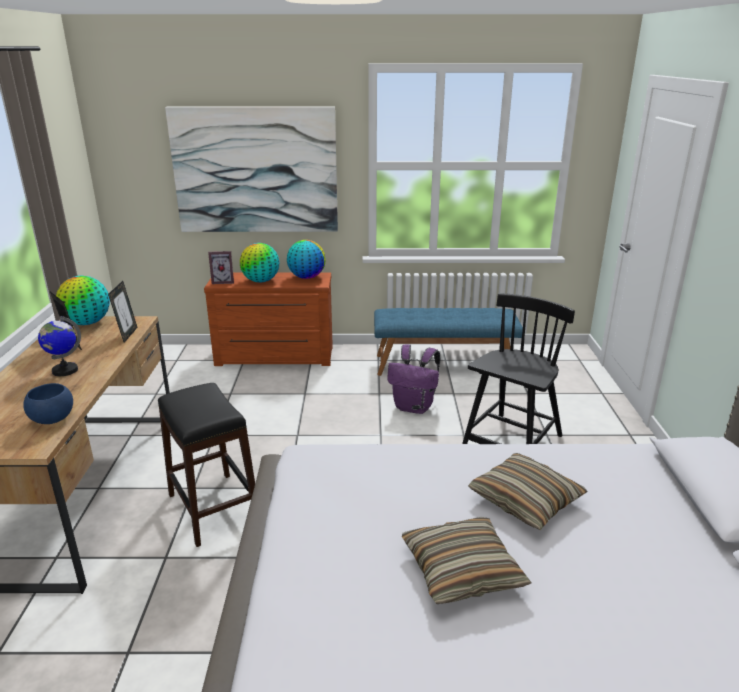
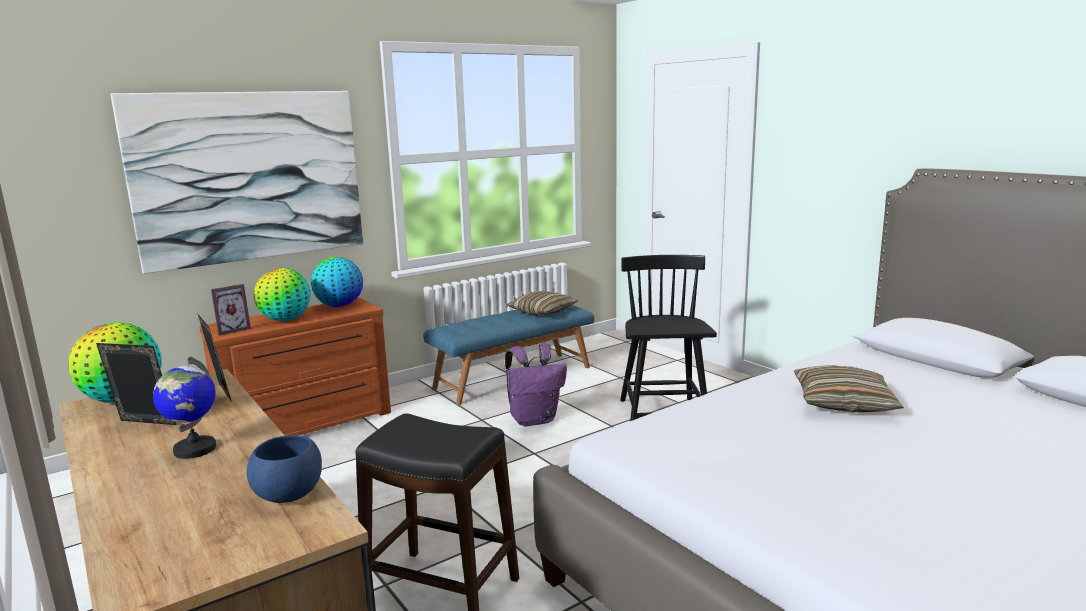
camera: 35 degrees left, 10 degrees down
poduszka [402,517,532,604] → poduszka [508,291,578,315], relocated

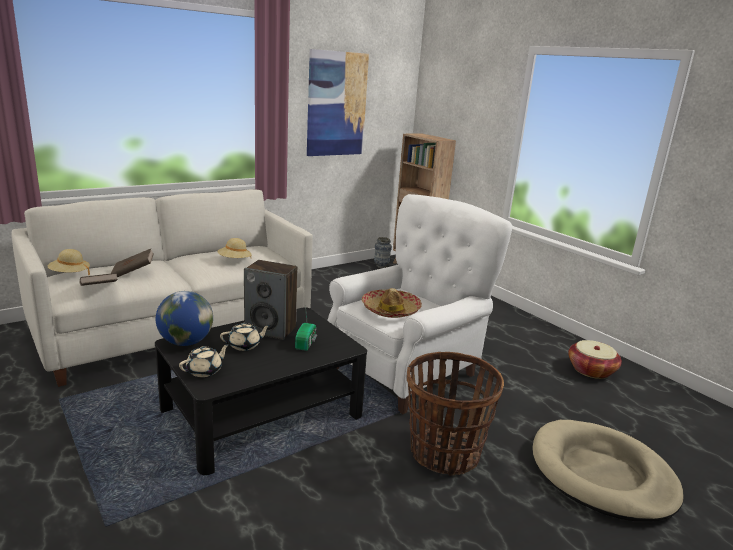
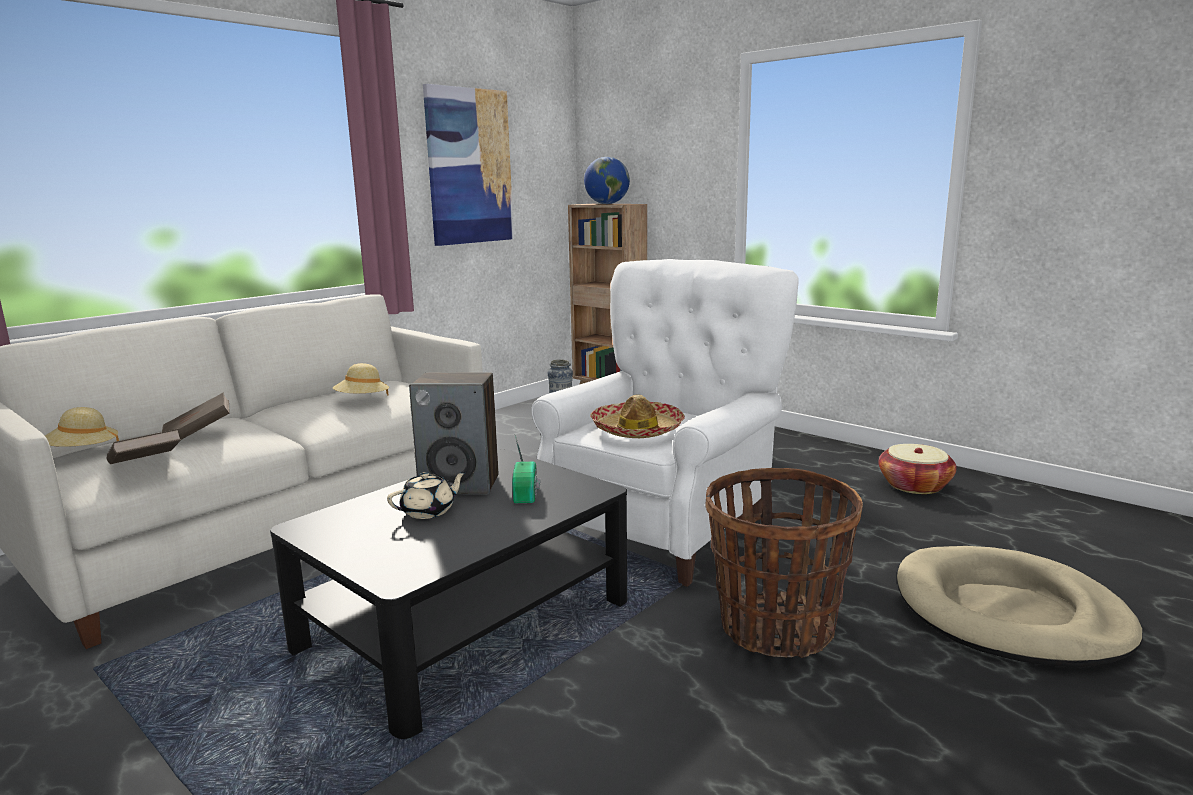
camera: 10 degrees left, 5 degrees down
globus [156,291,213,346] → globus [584,157,630,204], relocated
imbryk/beżowy [179,344,229,377] → -

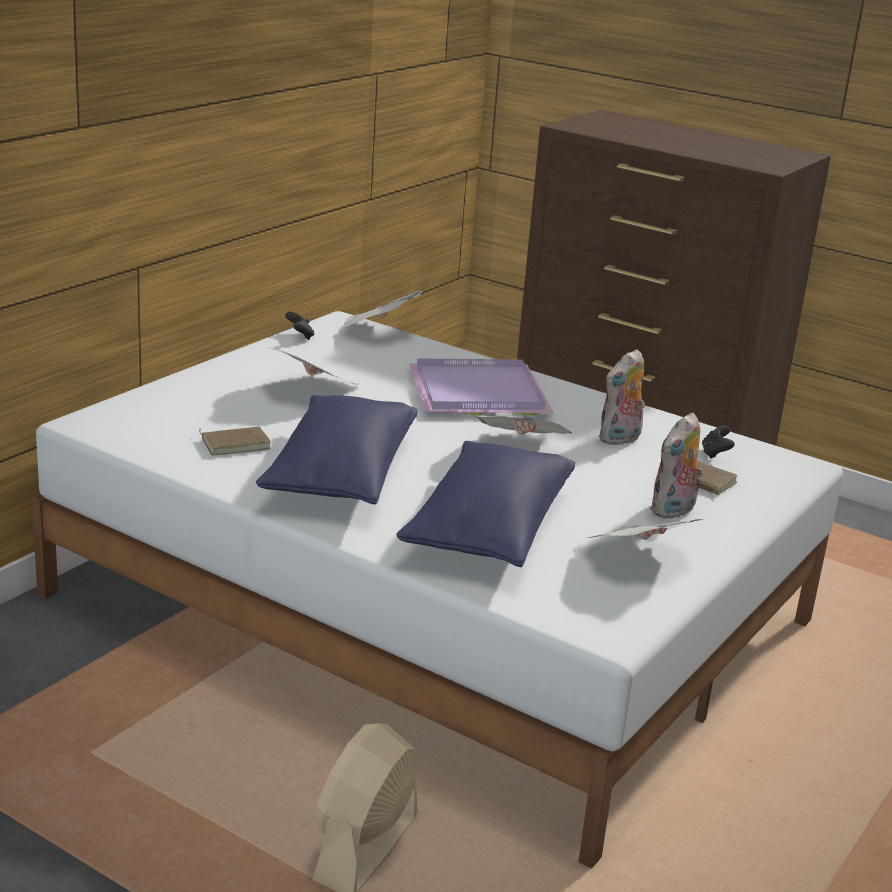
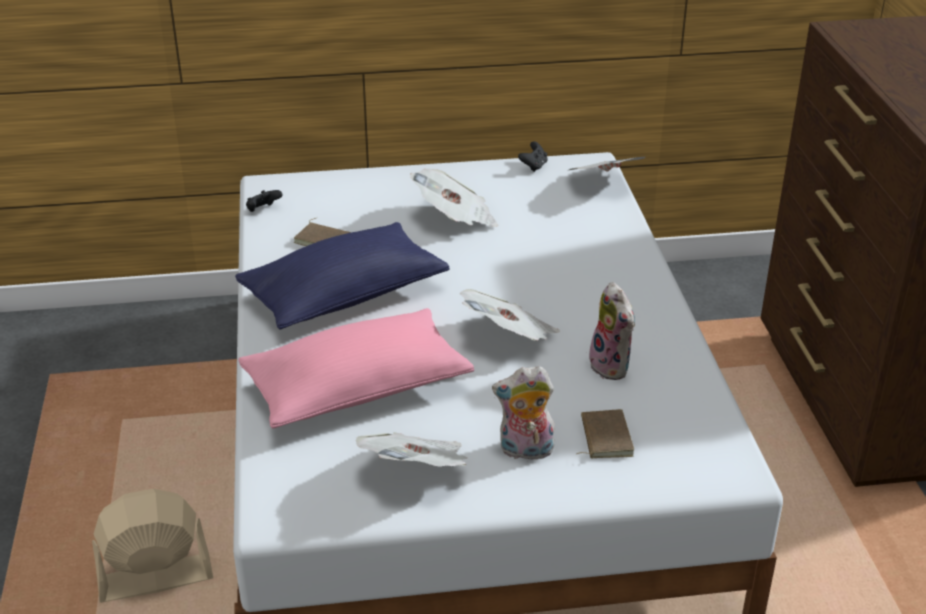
camera: 50 degrees right, 10 degrees up
poduszka/niebieski [396,441,575,567] → poduszka/różowy [238,308,474,429]
taca/fioletowy [409,358,554,415] → -
pluszak [599,349,645,446] → pluszak [589,282,635,380], 120 degrees counterclockwise
pad do gier/czarny [702,425,735,459] → pad do gier/czarny [246,190,282,212], relocated

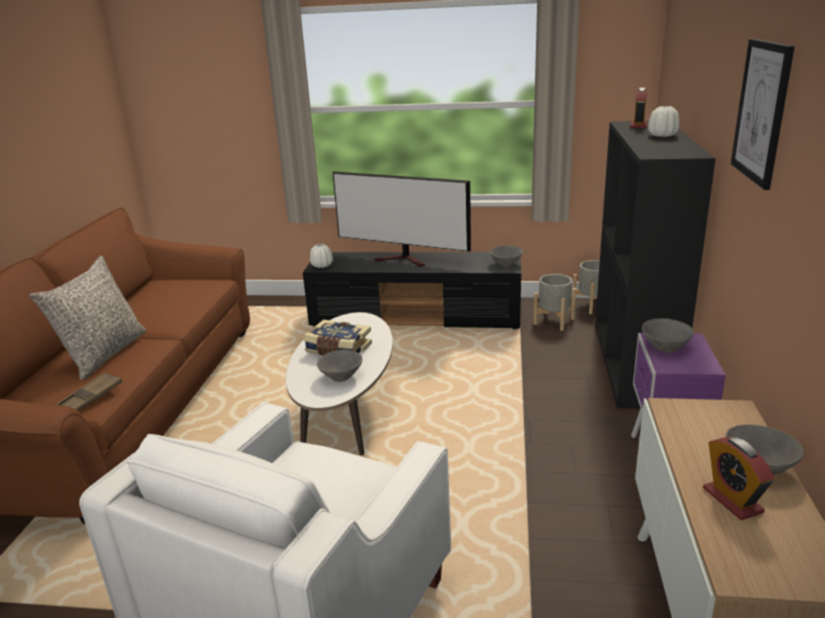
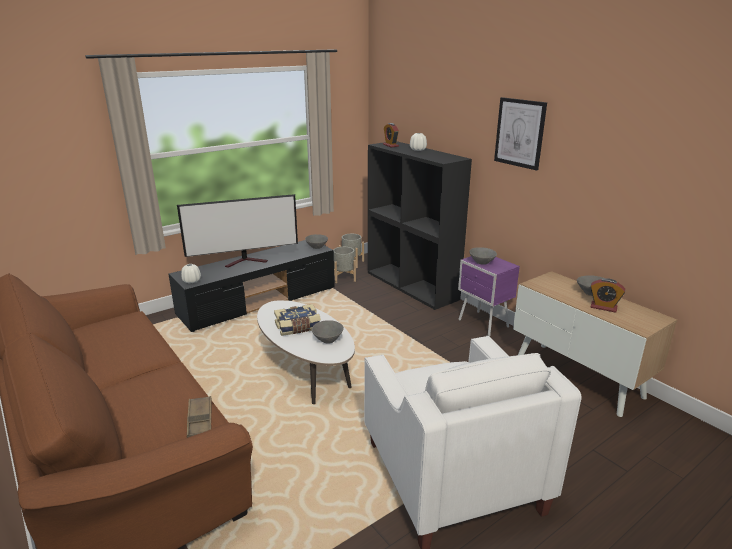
camera: 45 degrees left, 0 degrees up
poduszka/szary [29,256,146,380] → -

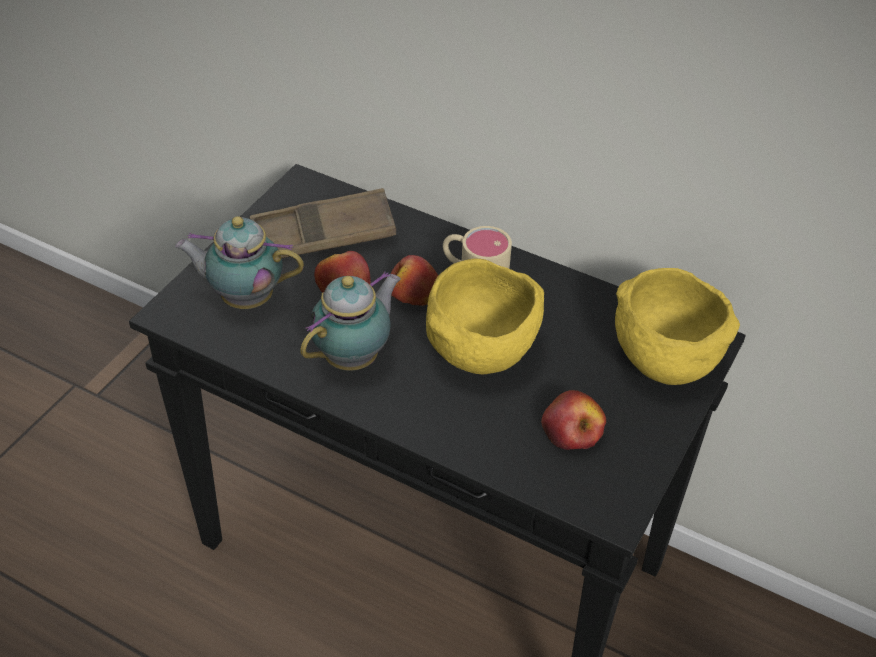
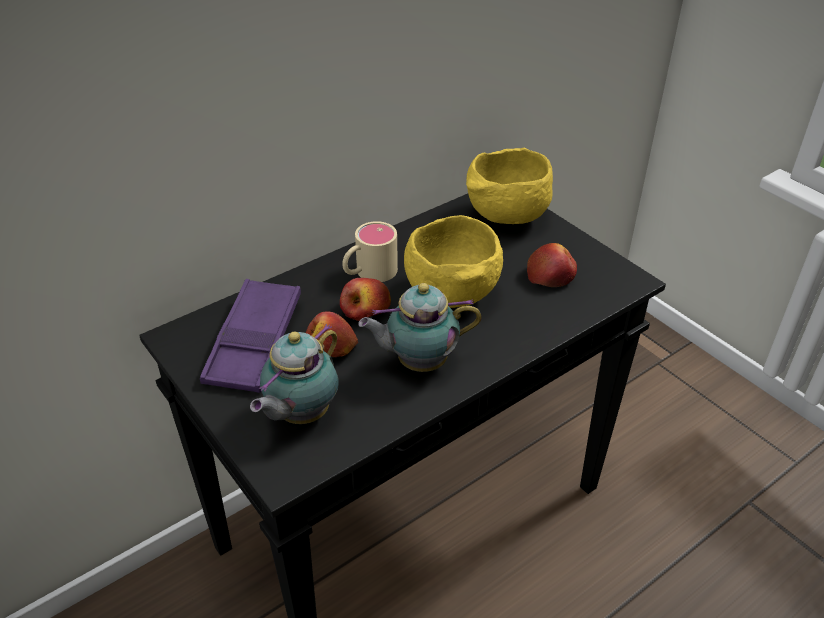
camera: 65 degrees left, 5 degrees down
taca/brązowy [249,188,396,258] → taca/fioletowy [200,279,301,393]
imbryk [300,272,401,371] → imbryk [358,283,482,372], 75 degrees counterclockwise

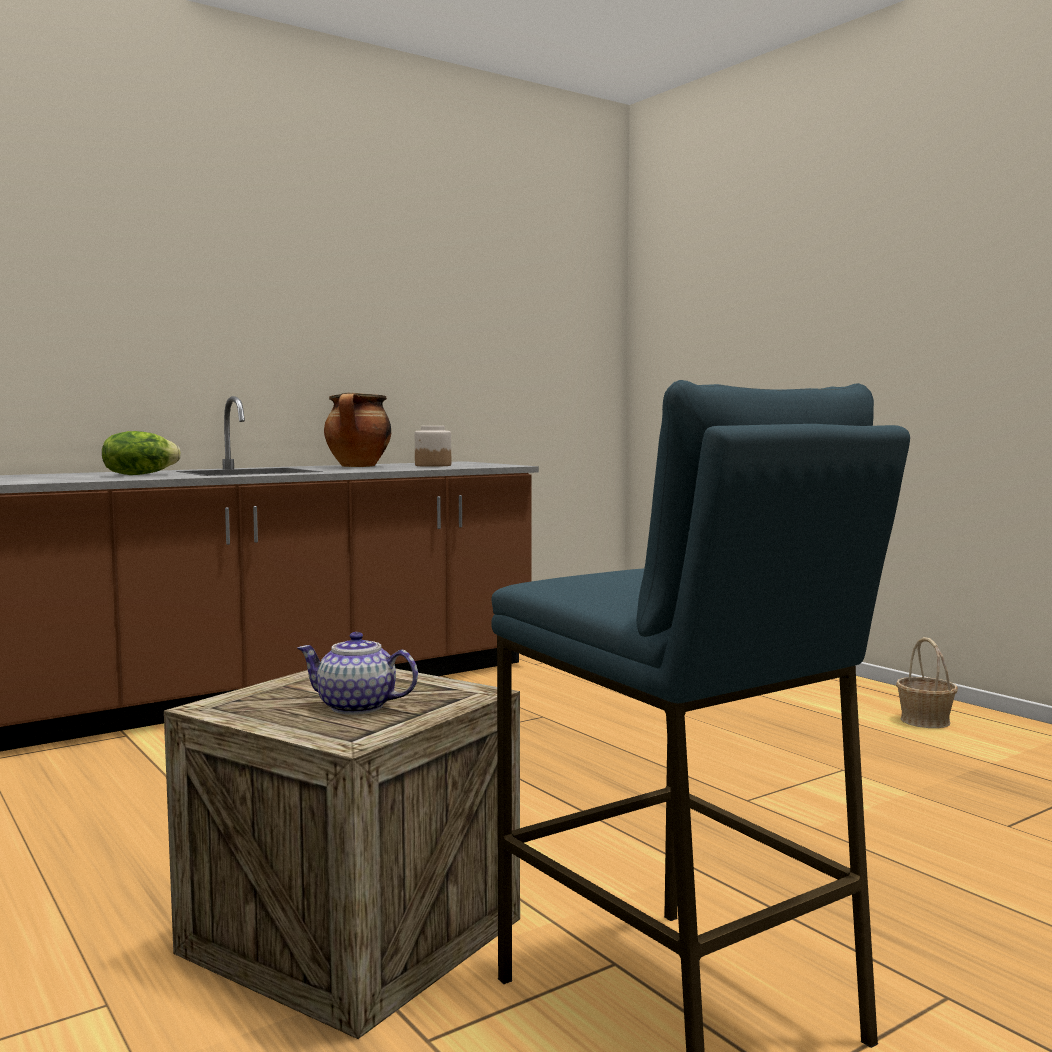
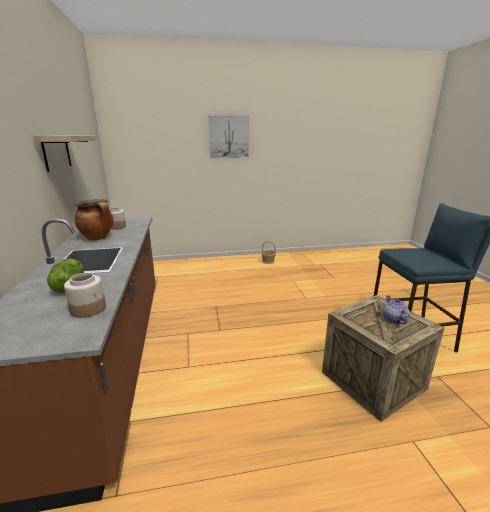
camera: 65 degrees left, 15 degrees up
imbryk [297,632,418,715] → imbryk [383,295,409,324], 135 degrees clockwise
- → półka [34,136,96,172]
- → słoik [64,273,106,318]
- → obraz [208,115,250,159]

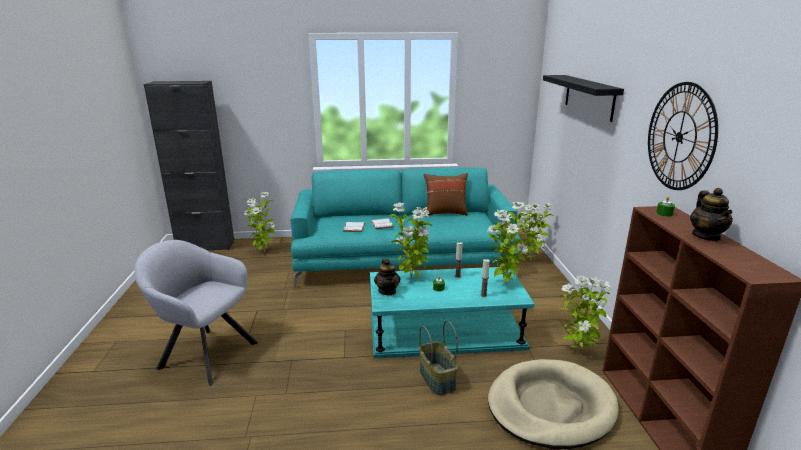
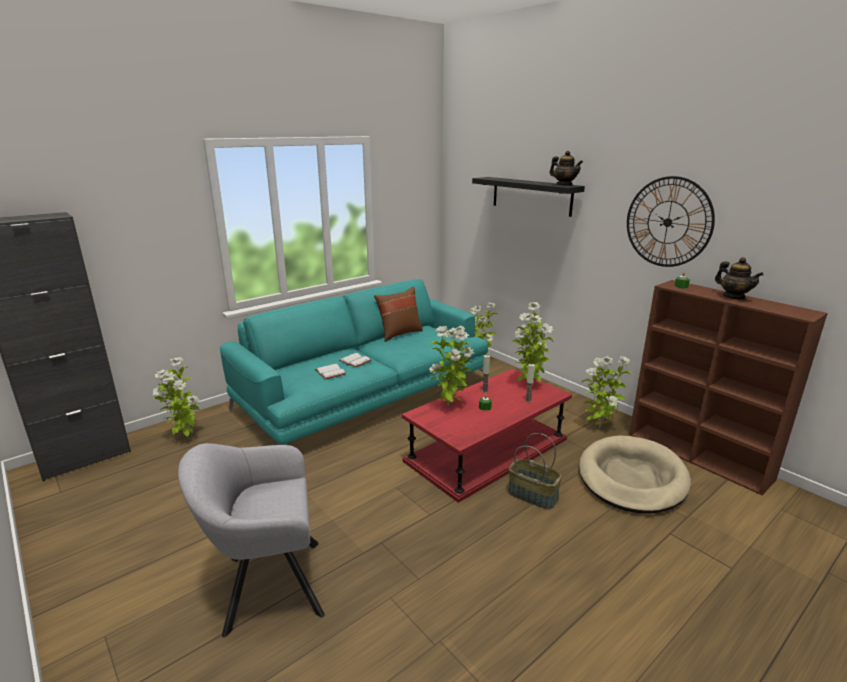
camera: 35 degrees left, 0 degrees up
ława/turkusowy [370,267,535,359] → ława/czerwony [402,369,572,503]
imbryk [374,259,401,295] → imbryk [550,151,583,186], relocated

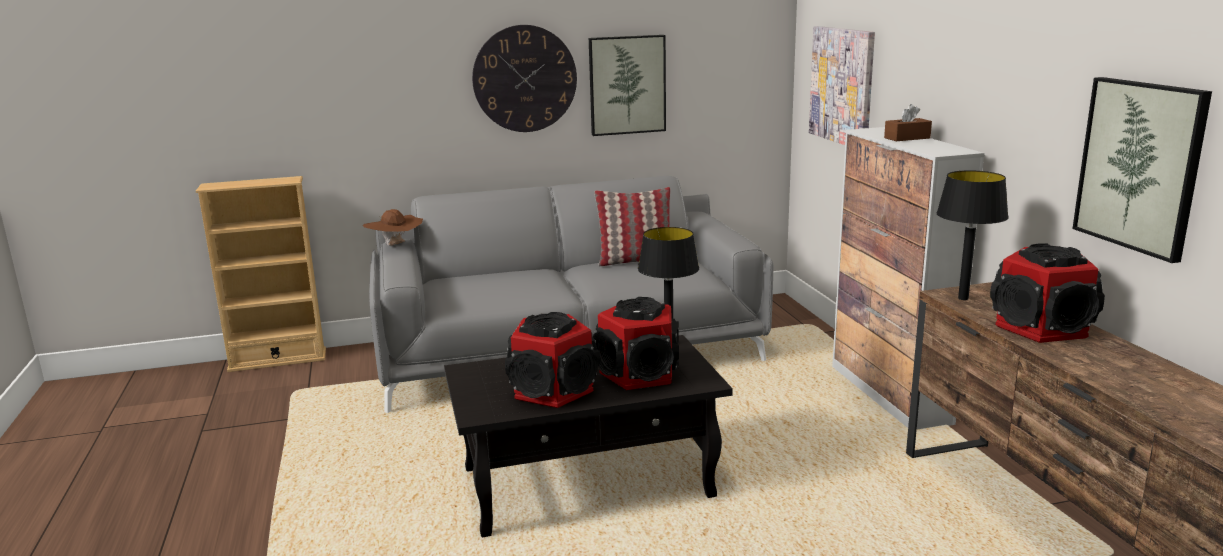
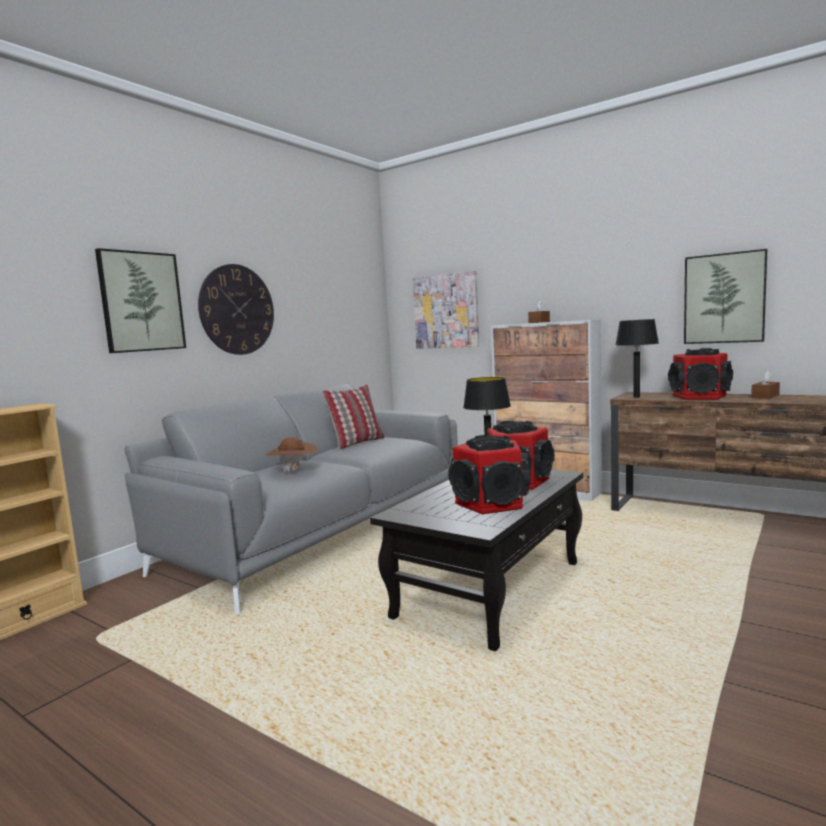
camera: 40 degrees left, 10 degrees down
kapelusz/brązowy [363,209,423,245] → kapelusz/brązowy [265,437,317,473], relocated
obraz [589,35,666,136] → obraz [95,248,186,353], relocated
- → pudełko chusteczek/brązowy [751,371,780,399]

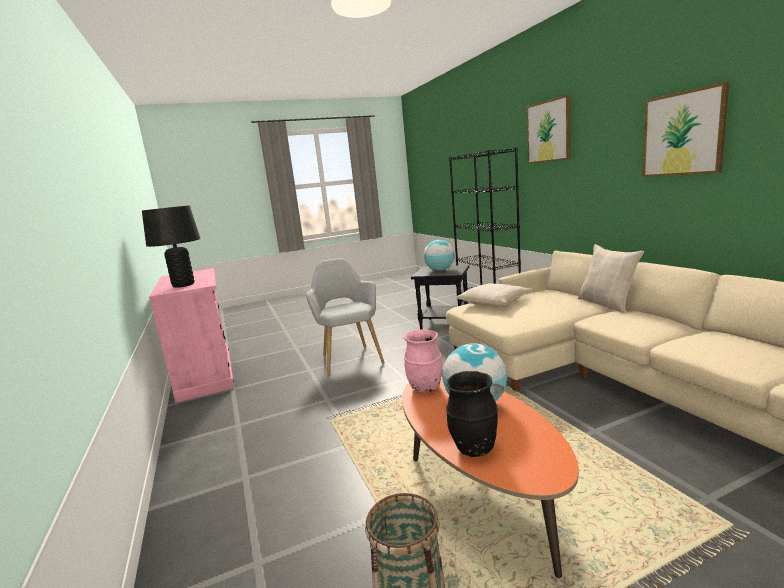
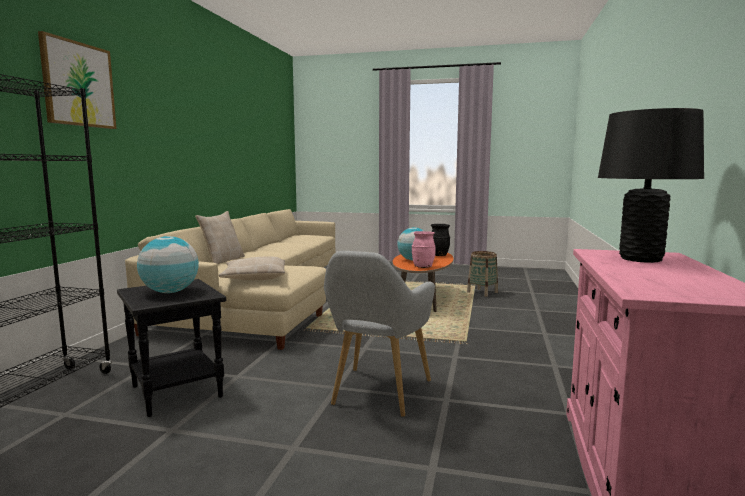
camera: 145 degrees left, 5 degrees down
obraz [643,82,729,177] → -

